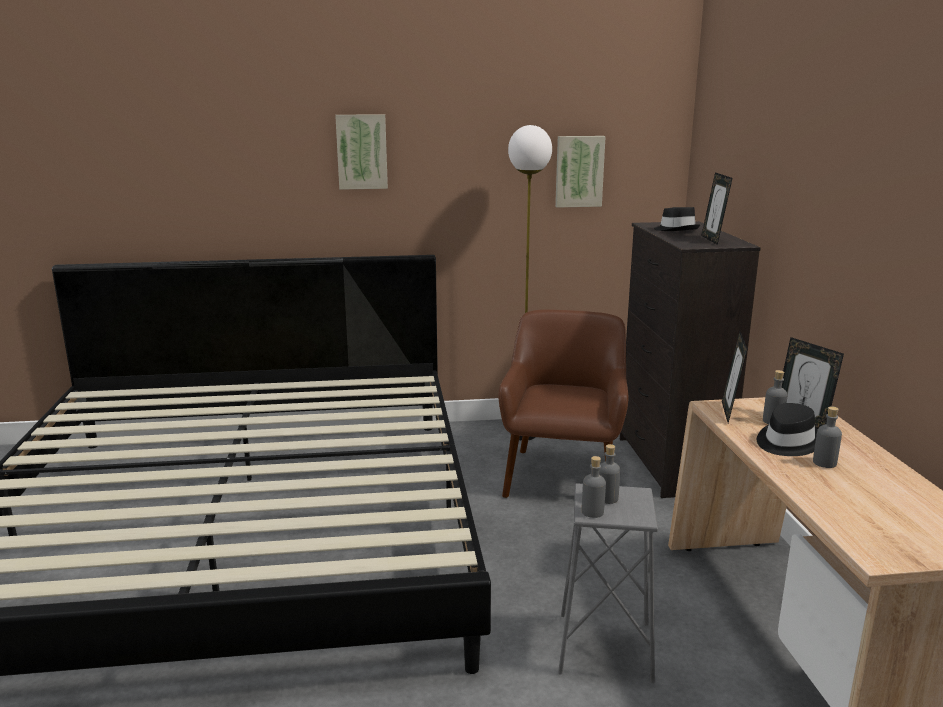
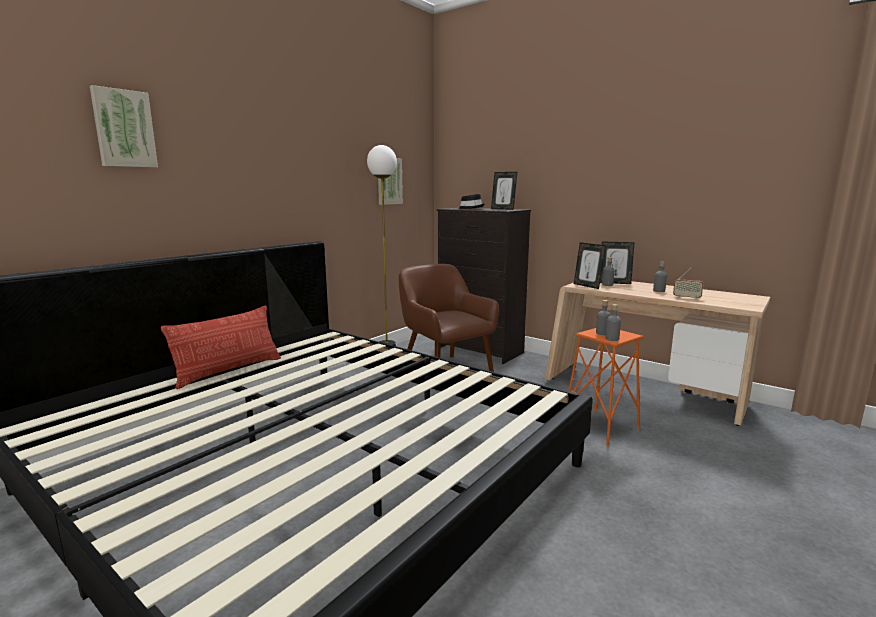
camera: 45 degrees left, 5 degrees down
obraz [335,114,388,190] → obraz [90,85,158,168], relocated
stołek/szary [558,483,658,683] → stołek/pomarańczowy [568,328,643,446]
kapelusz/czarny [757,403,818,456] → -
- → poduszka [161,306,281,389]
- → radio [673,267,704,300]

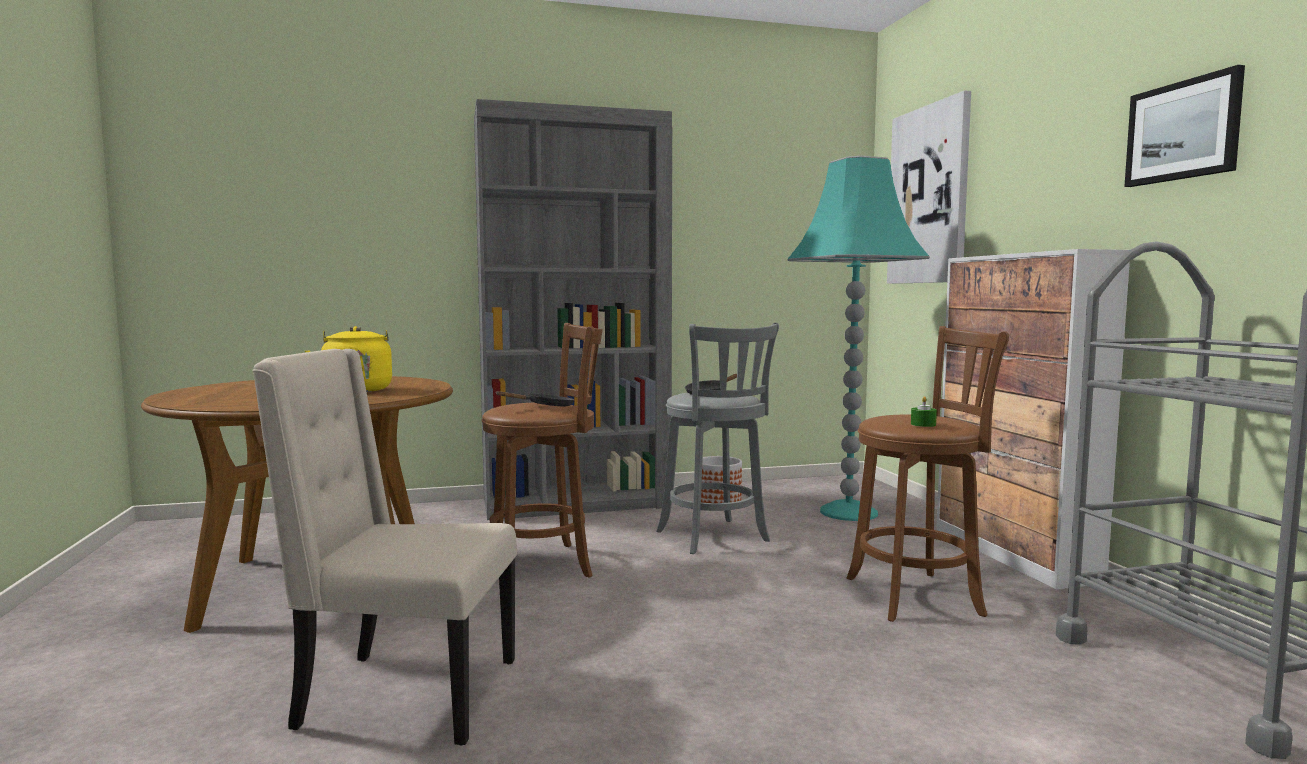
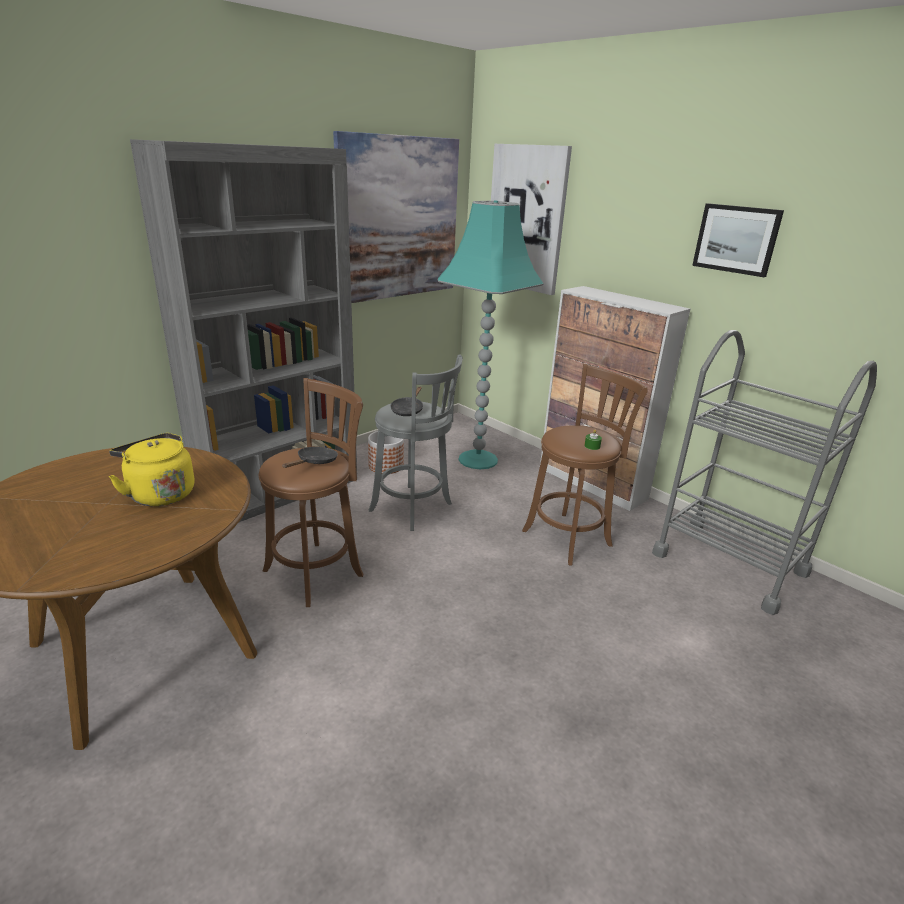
camera: 30 degrees left, 20 degrees up
krzesło/beżowy [252,349,517,746] → -
- → obraz [333,131,459,303]

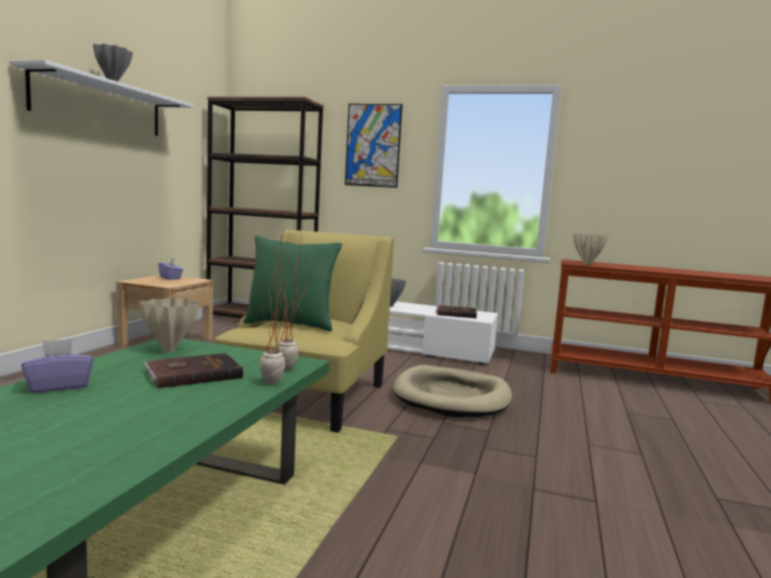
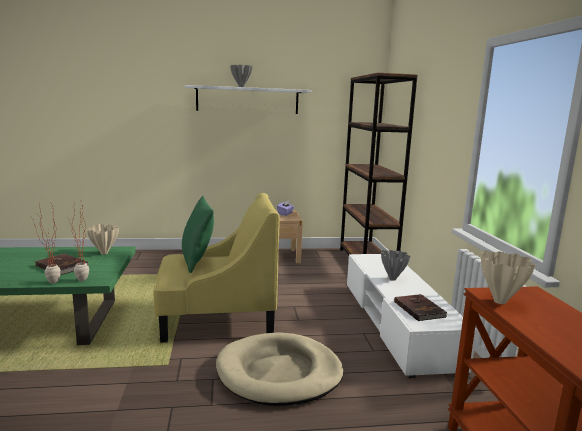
camera: 65 degrees right, 5 degrees up
pudełko chusteczek/fioletowy [22,339,94,393] → -
obraz [345,104,403,188] → -

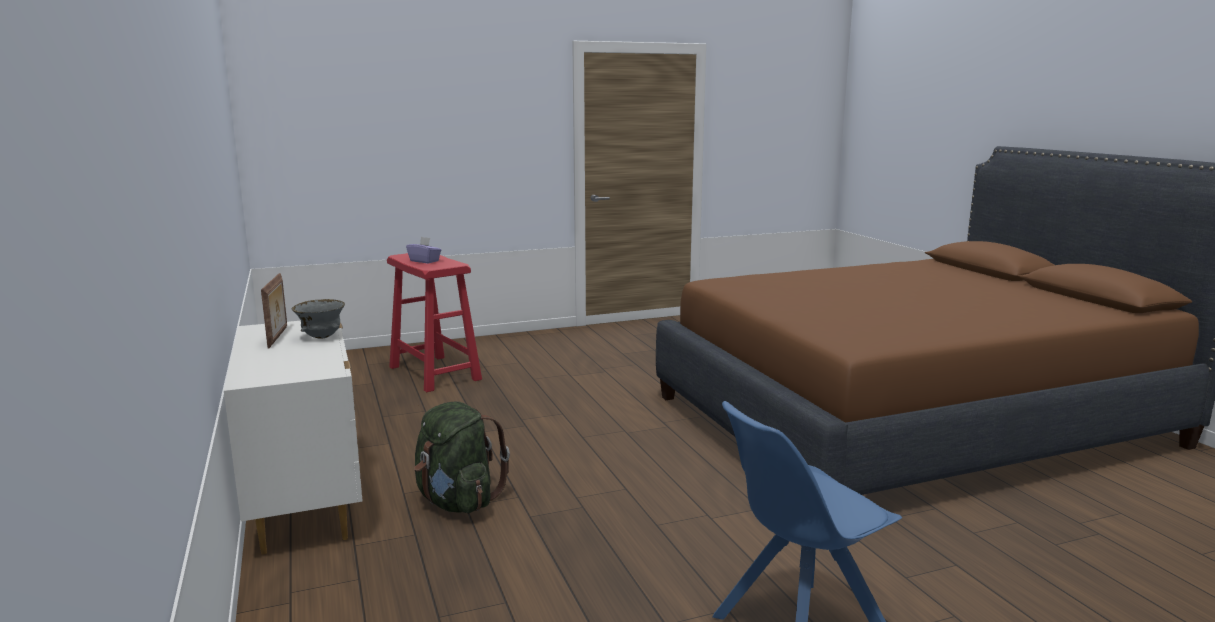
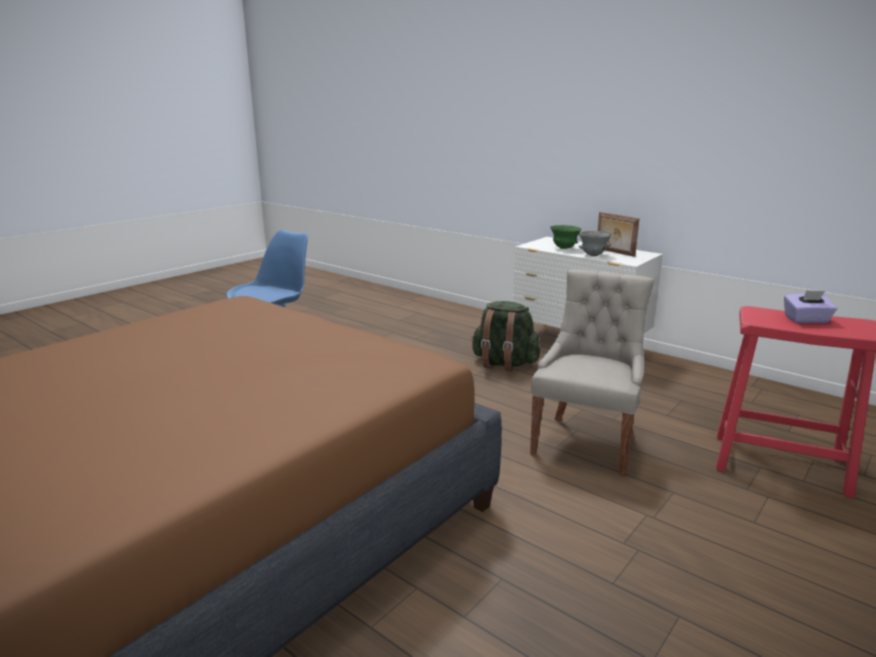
camera: 150 degrees right, 5 degrees up
- → krzesło/szary [530,269,654,476]
- → miska/zielony [550,225,582,249]

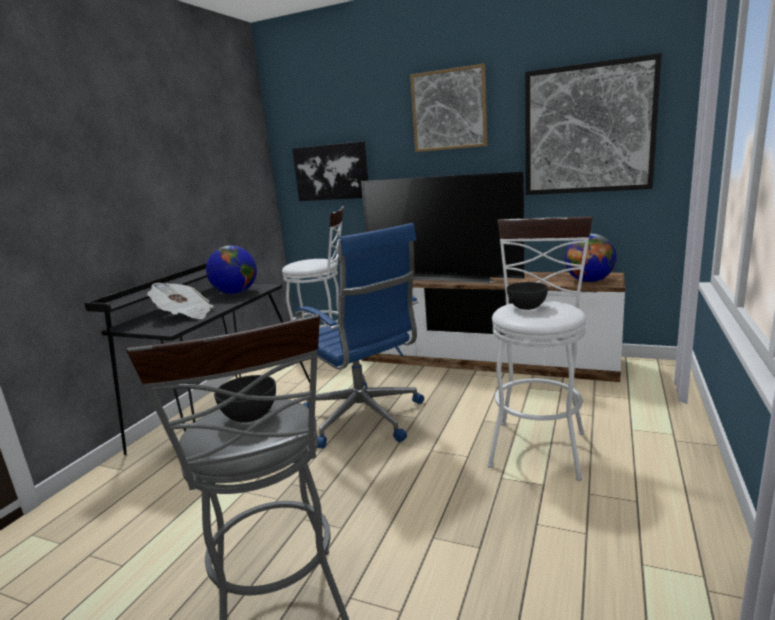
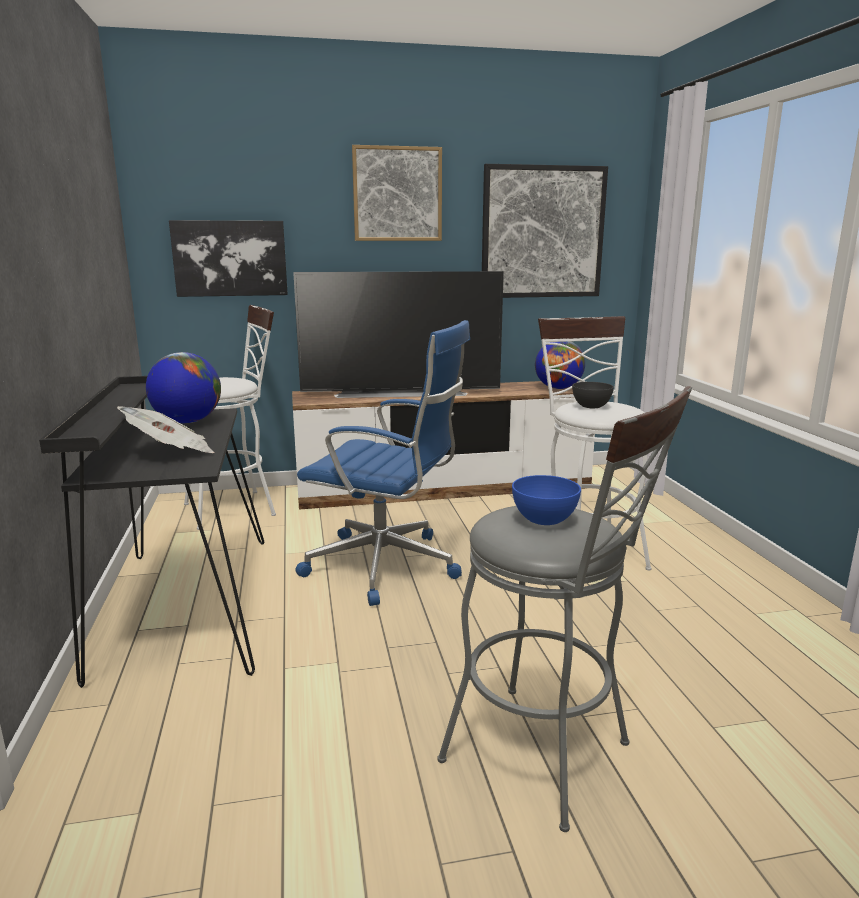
camera: 35 degrees left, 0 degrees up
miska/szary [214,375,276,423] → miska/niebieski [512,475,581,525]

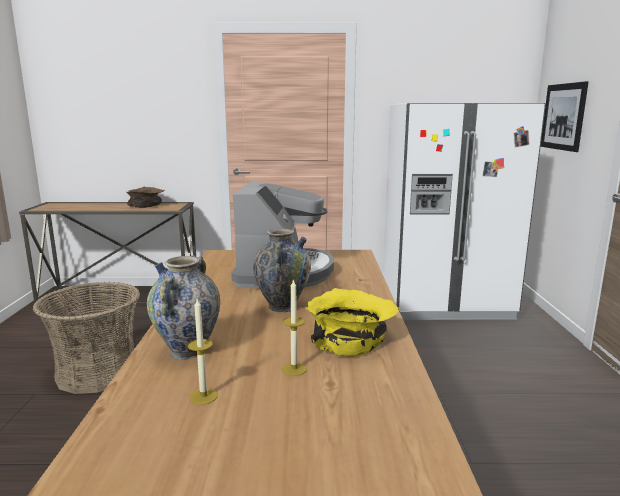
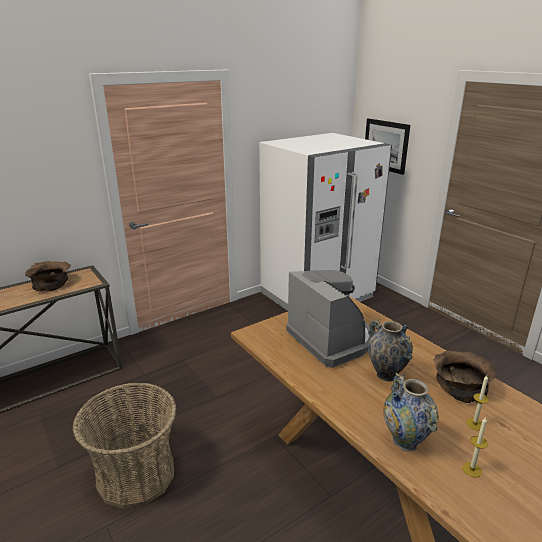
camera: 35 degrees left, 10 degrees up
miska/żółty [304,288,398,356] → miska/brązowy [433,351,496,403]

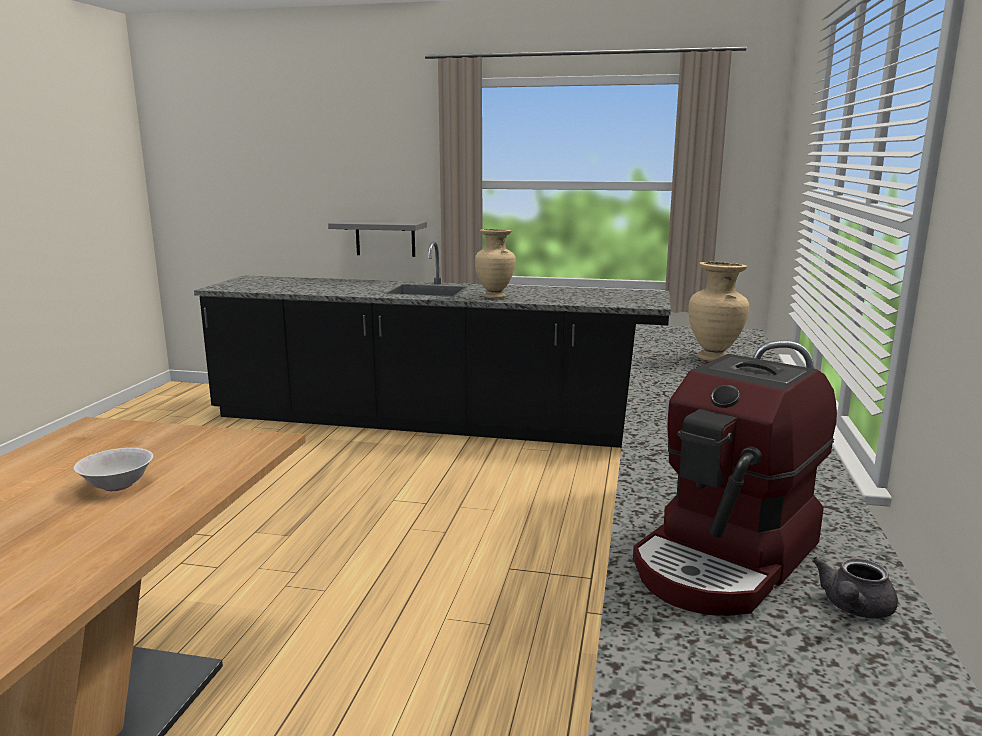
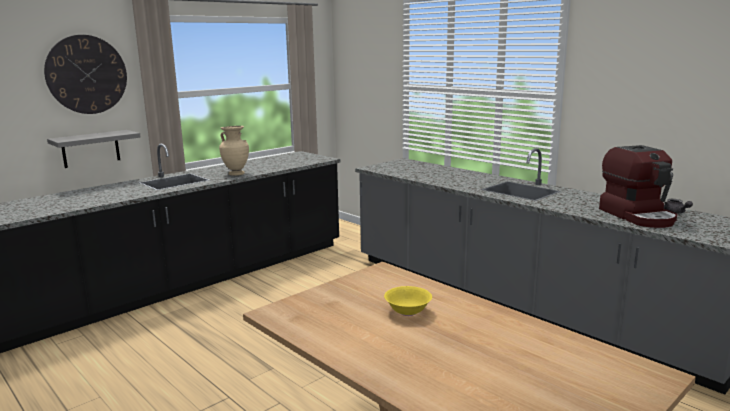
camera: 55 degrees left, 0 degrees up
miska/biały [73,448,153,491] → miska/żółty [384,286,432,316]
wazon/beżowy [688,262,749,361] → -
- → zegar ścienny [44,35,127,114]

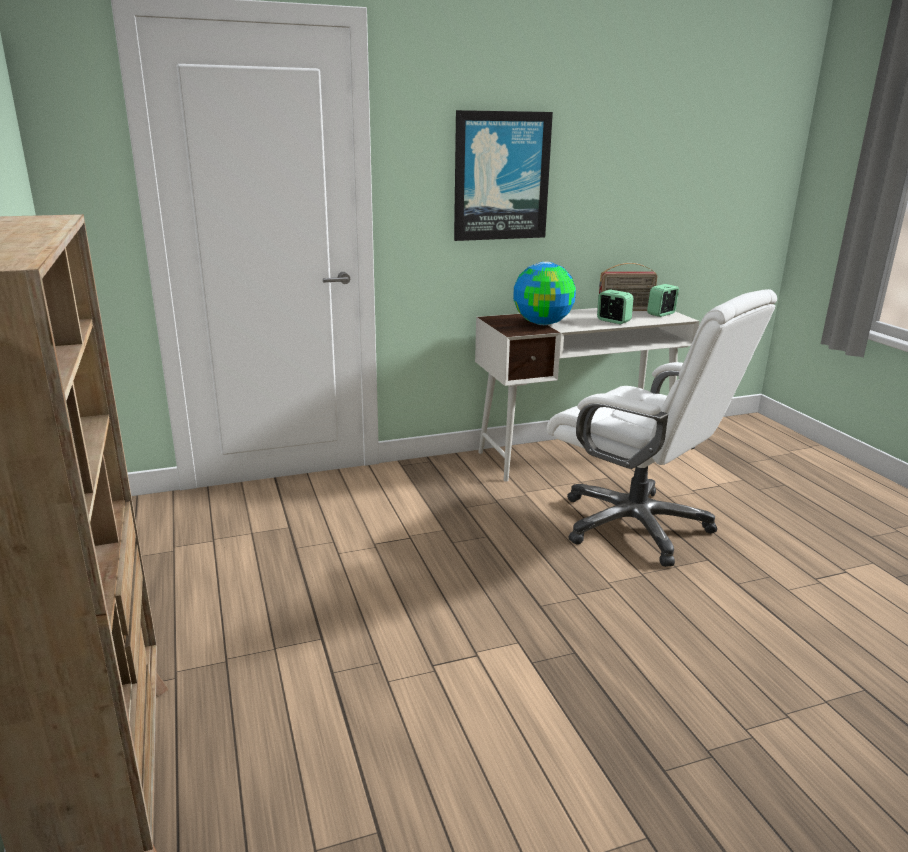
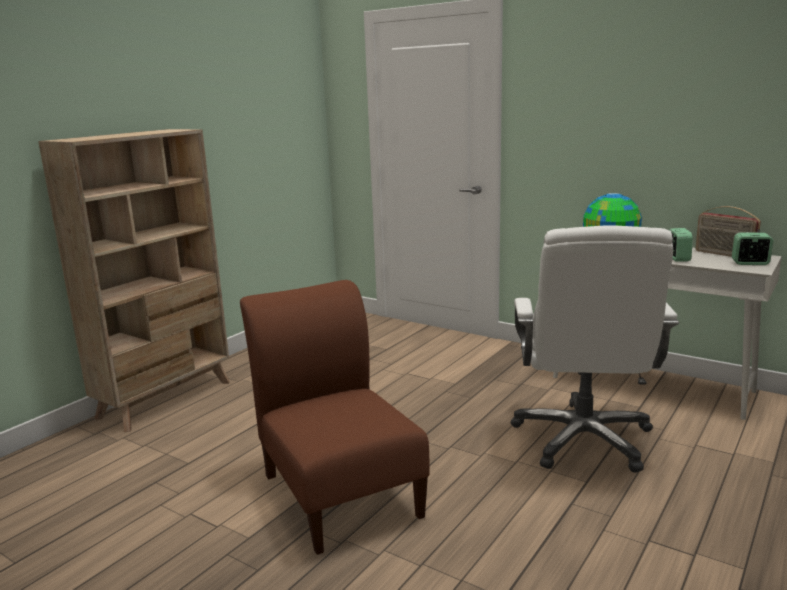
camera: 55 degrees right, 5 degrees down
obraz [454,110,553,241] → -
- → krzesło/brązowy [240,280,430,555]

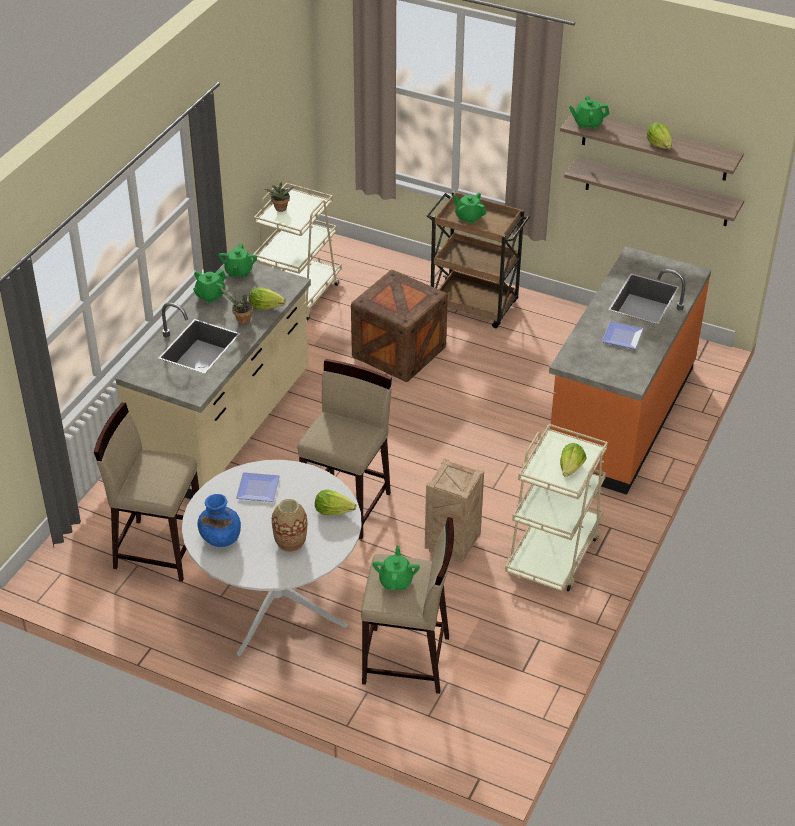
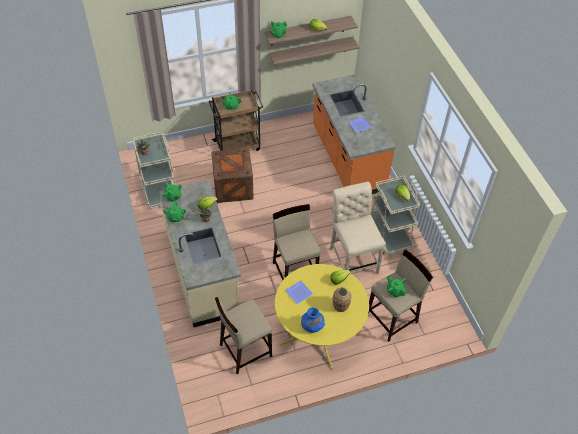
camera: 45 degrees left, 10 degrees up
stół jadalny/biały [182,460,362,657] → stół jadalny/żółty [275,264,369,370]
skrzynka [425,458,484,563] → krzesło/beżowy [330,182,386,274]

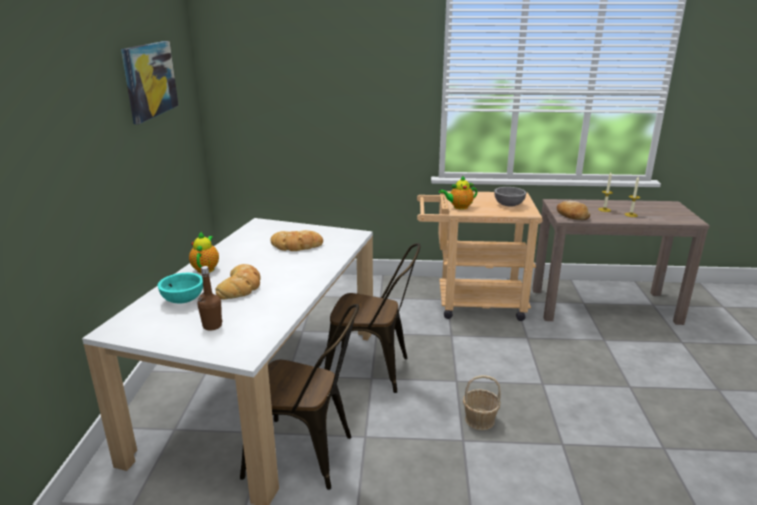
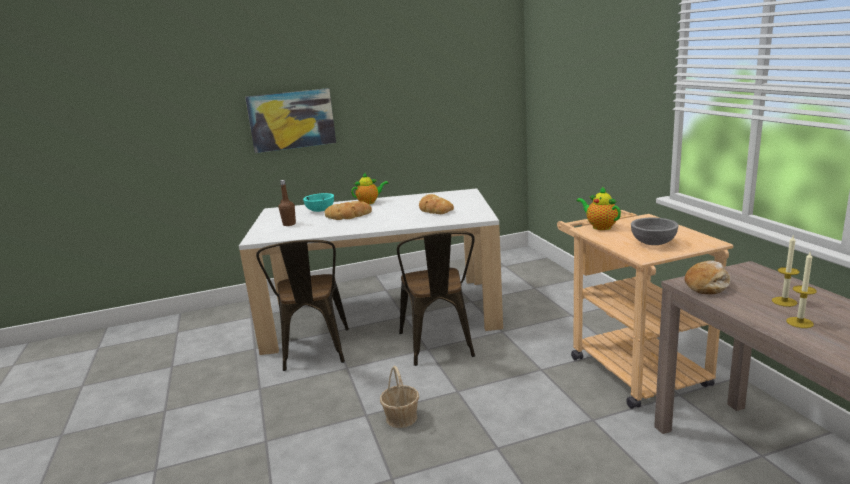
camera: 70 degrees right, 5 degrees down
obraz [121,41,179,124] → obraz [245,88,336,153], relocated

